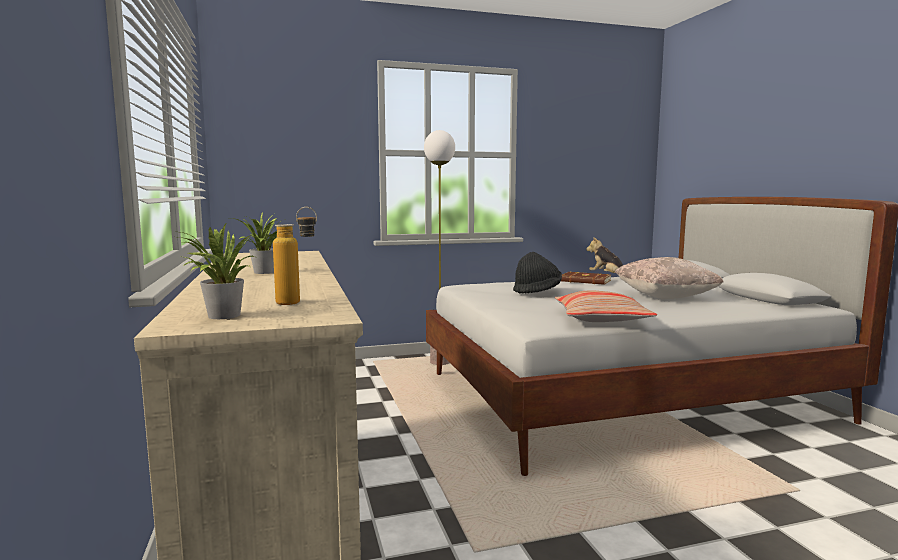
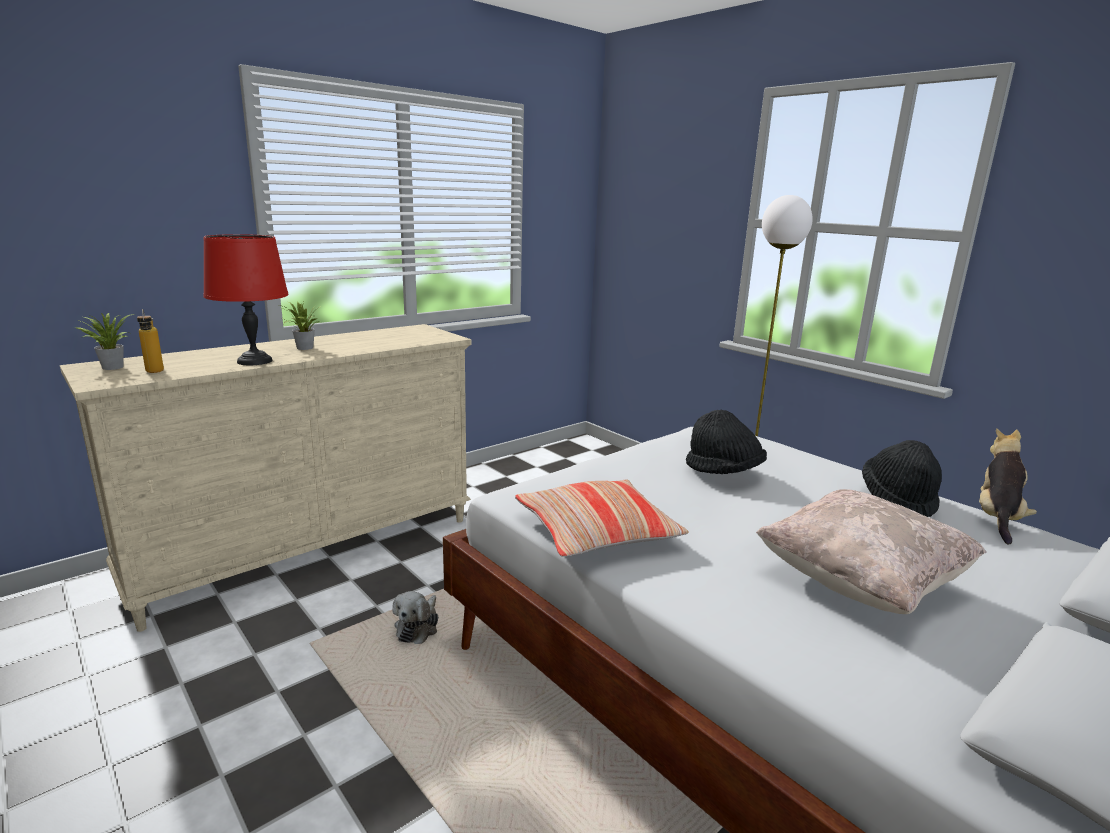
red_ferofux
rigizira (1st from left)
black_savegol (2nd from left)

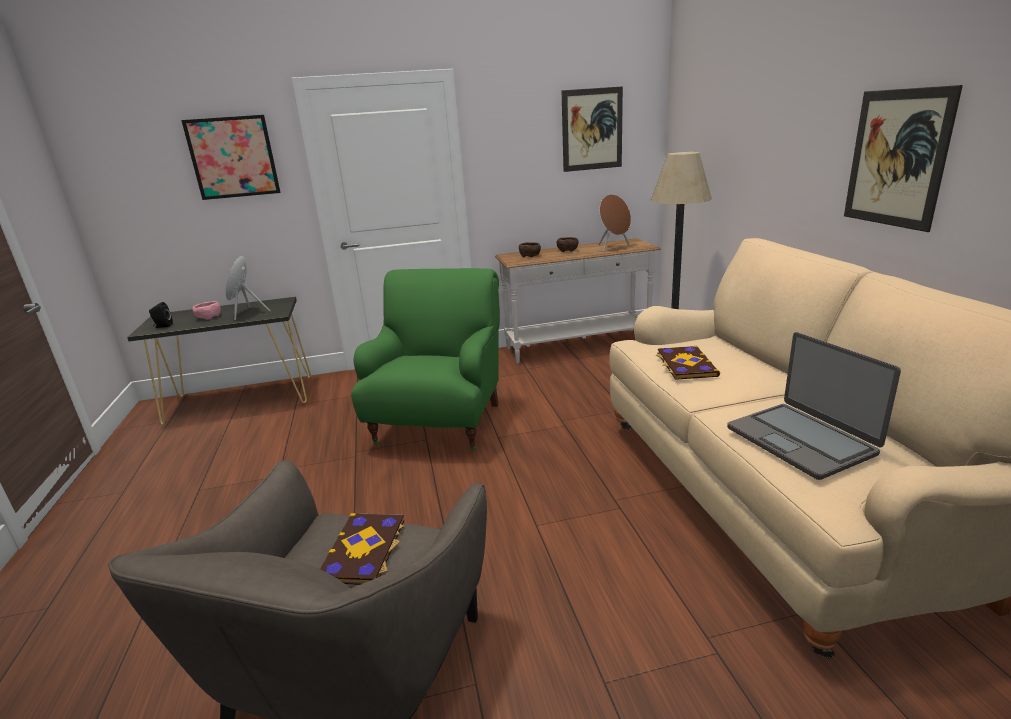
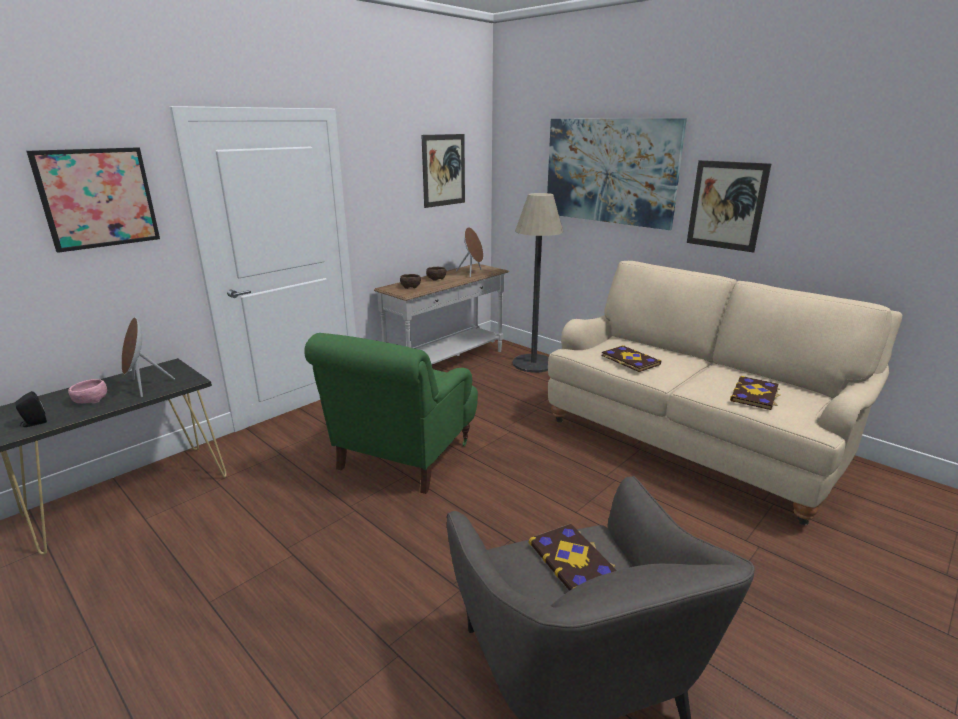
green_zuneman
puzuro (3rd from left)
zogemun (3rd from left)

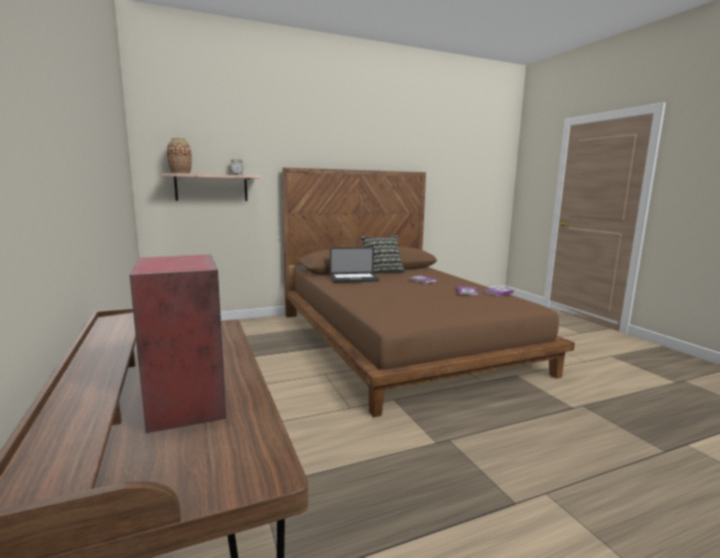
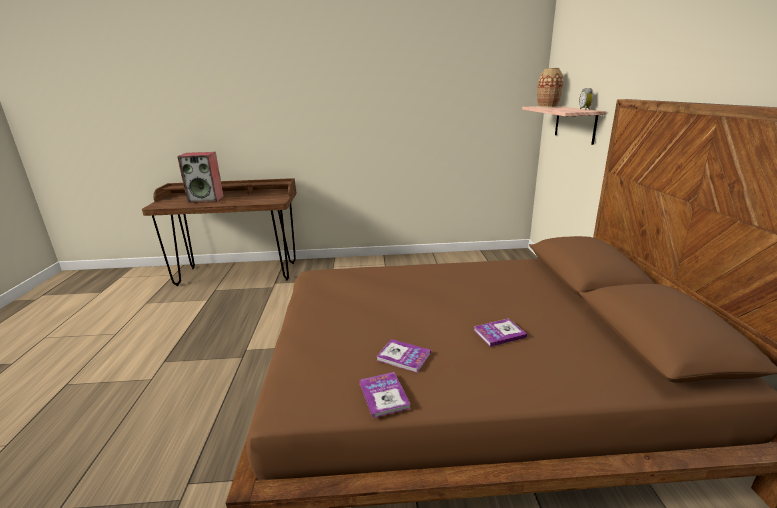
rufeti
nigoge

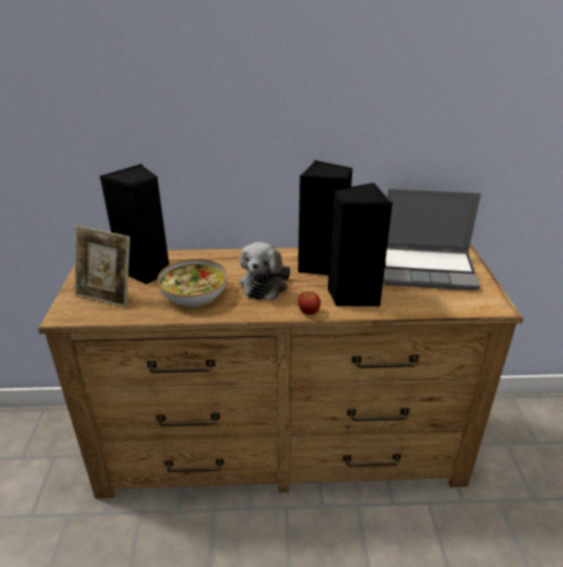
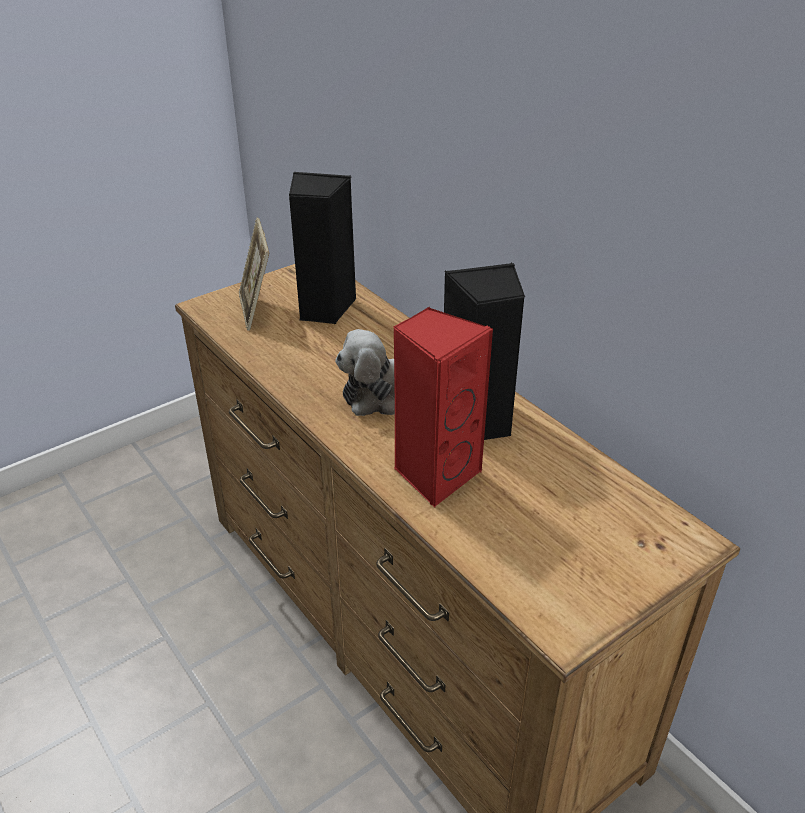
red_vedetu
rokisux
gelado
rufeti

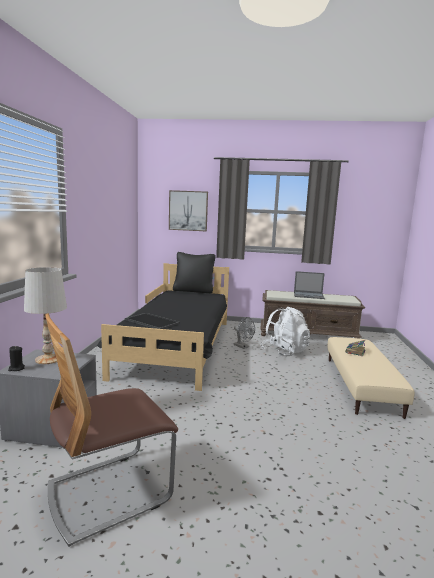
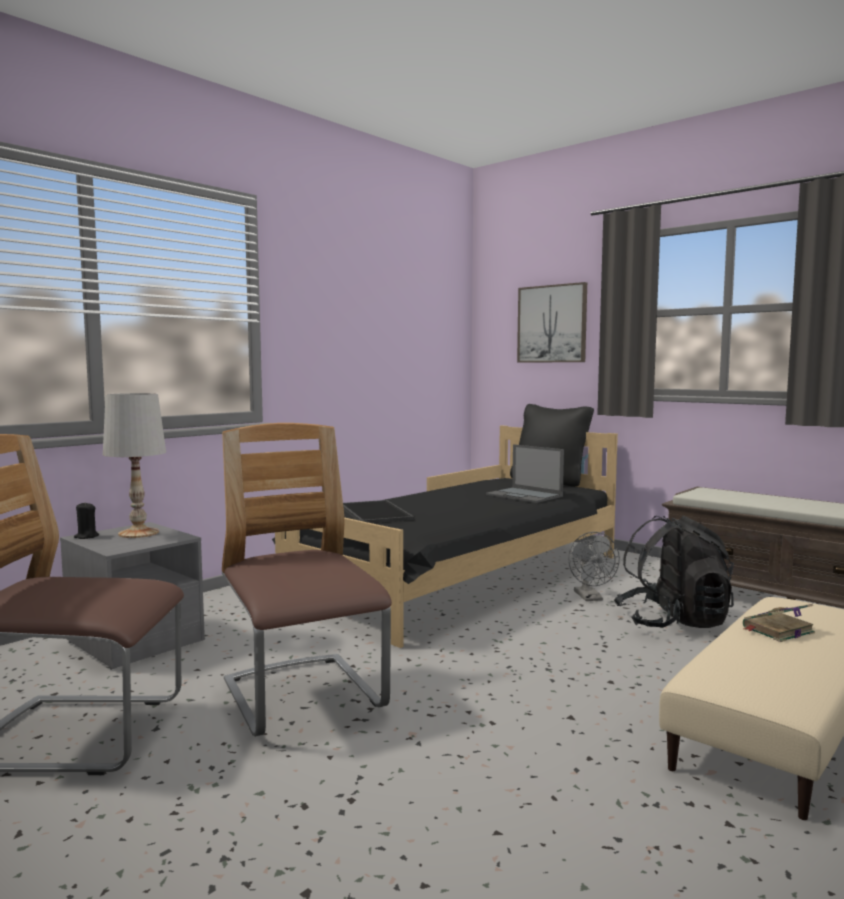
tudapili (2nd from left)
rufeti
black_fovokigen

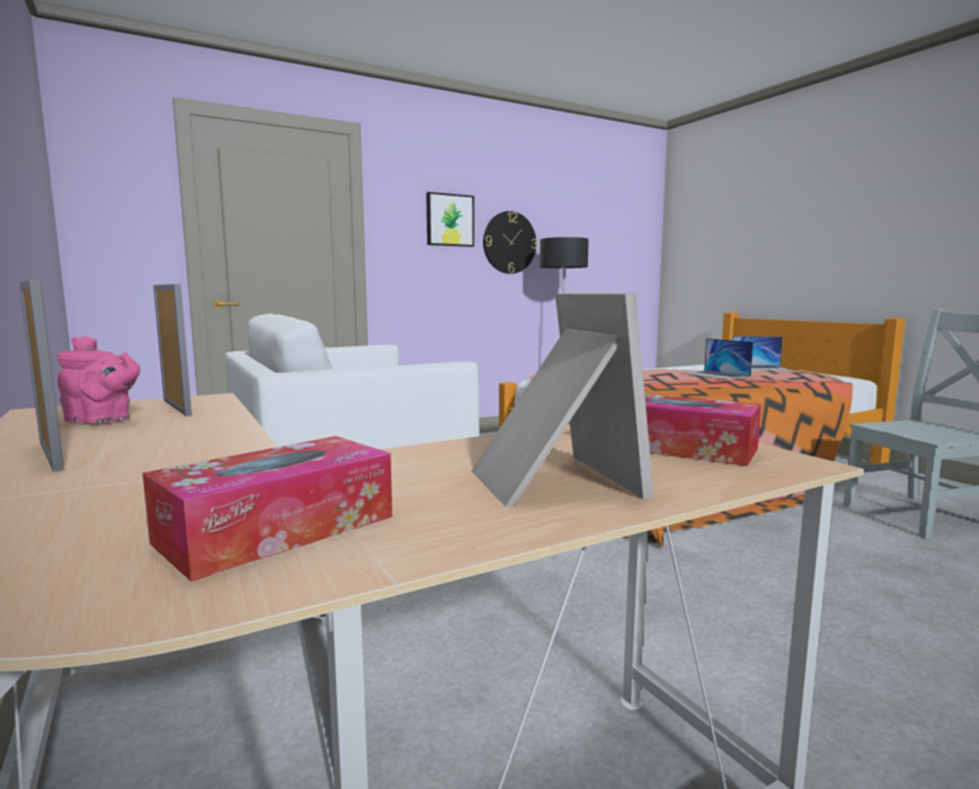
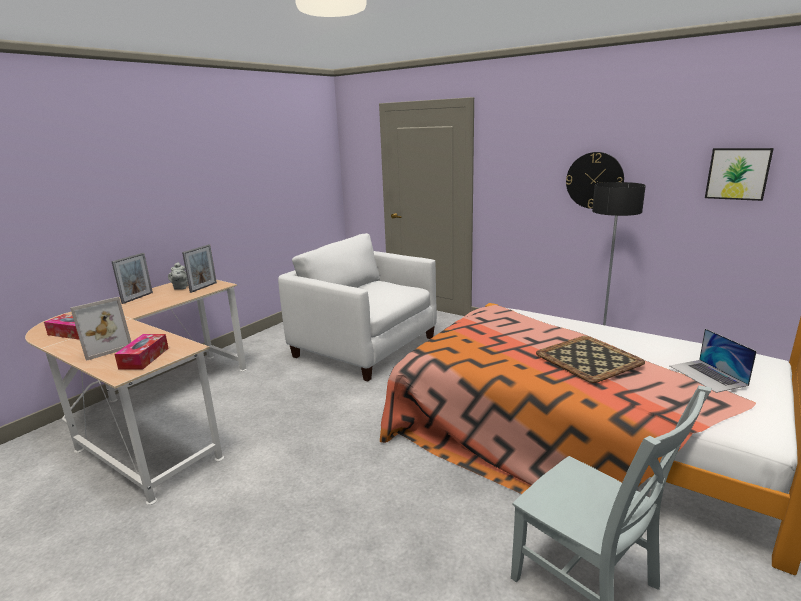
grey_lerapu
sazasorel
puzuro

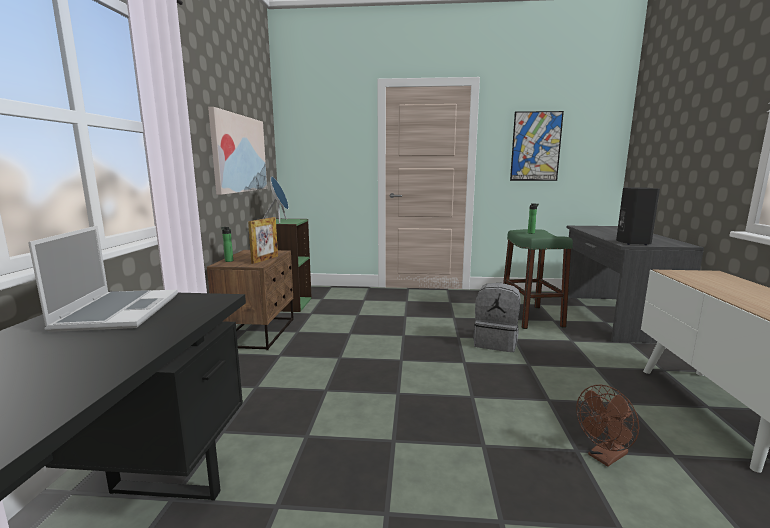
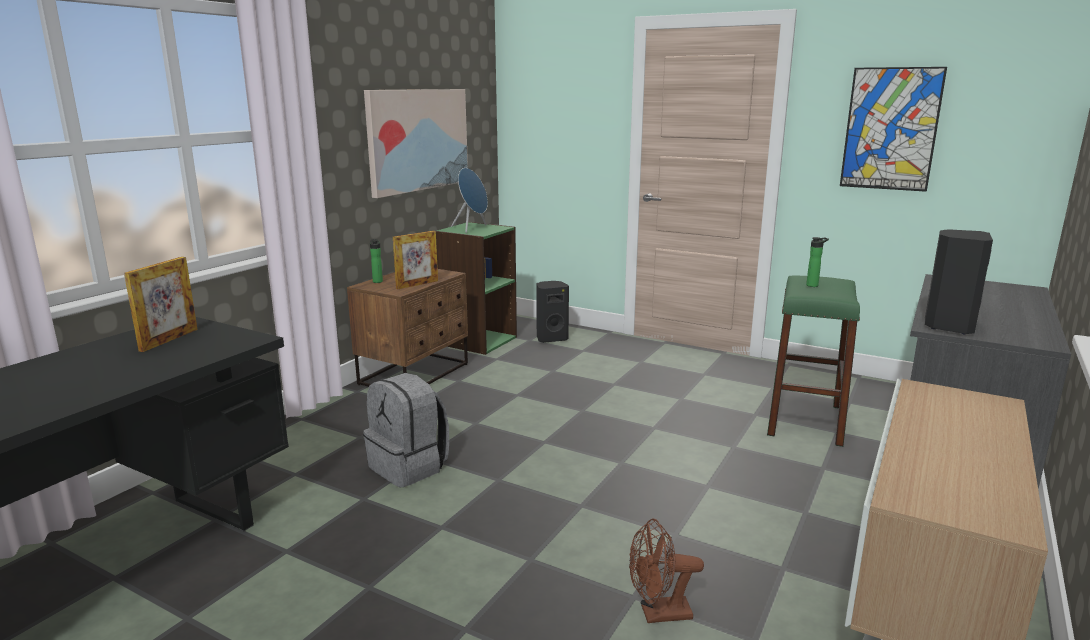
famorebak (1st from left)
grey_fovokigen
black_vedetu (1st from left)

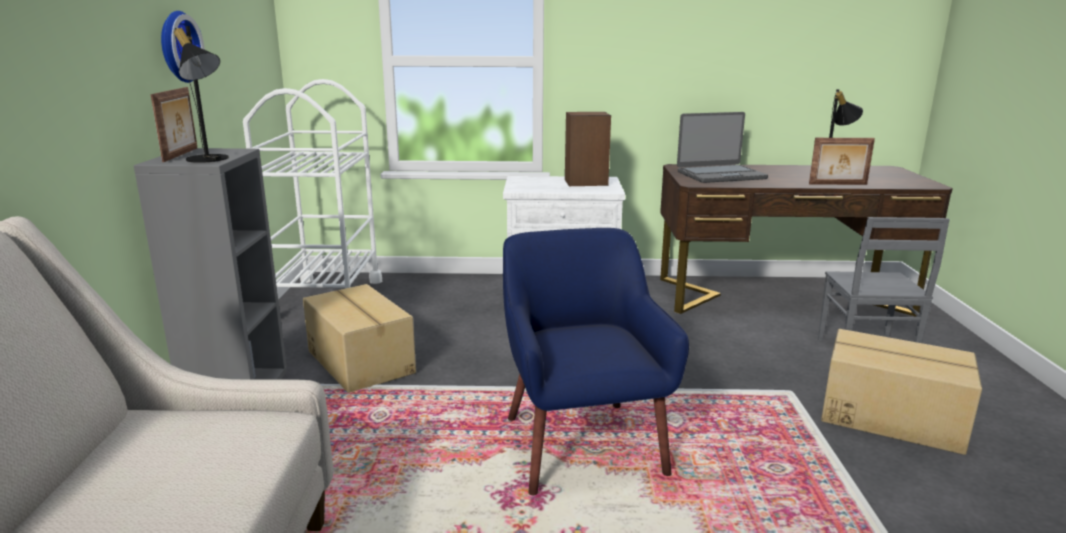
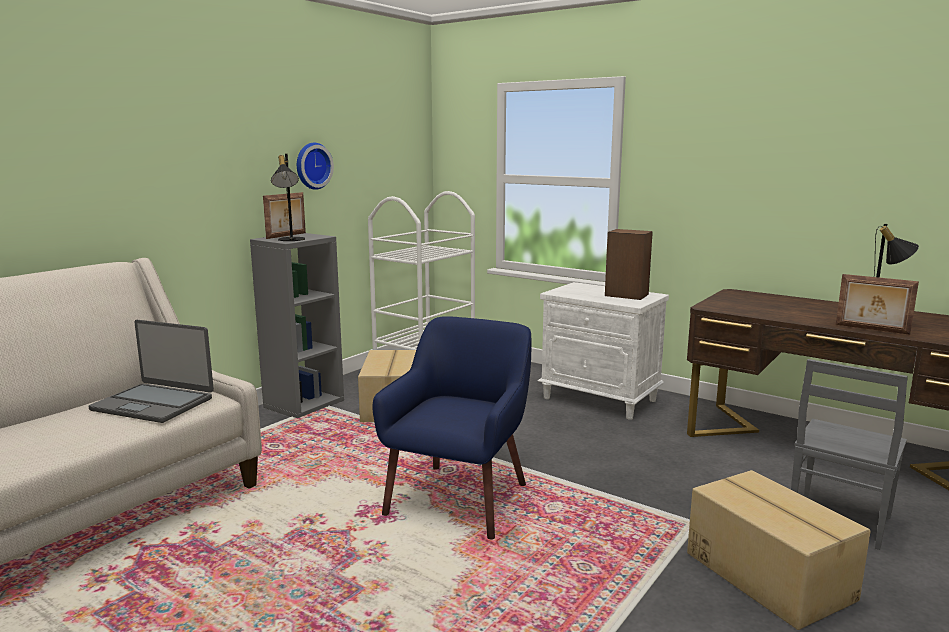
rufeti

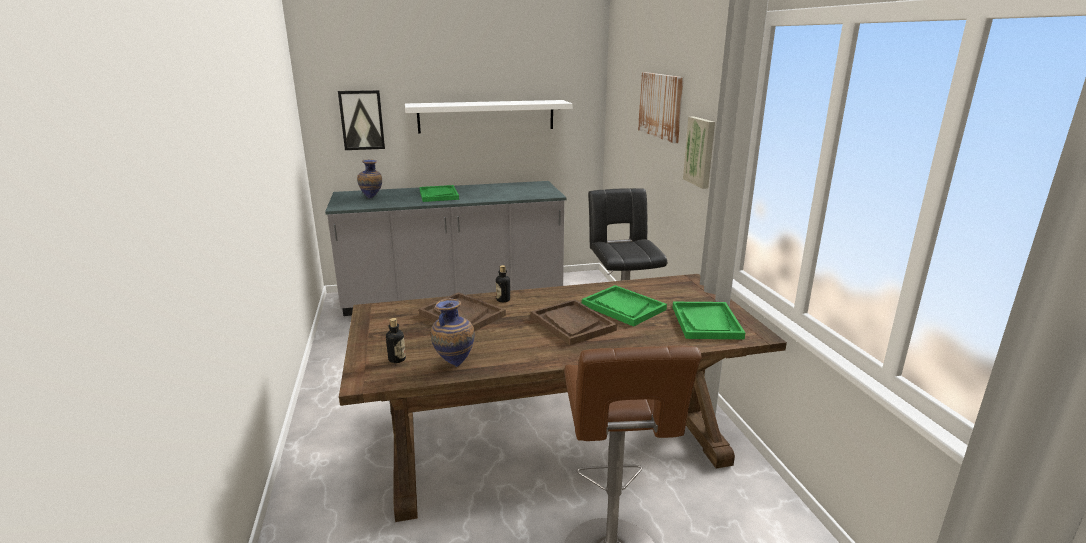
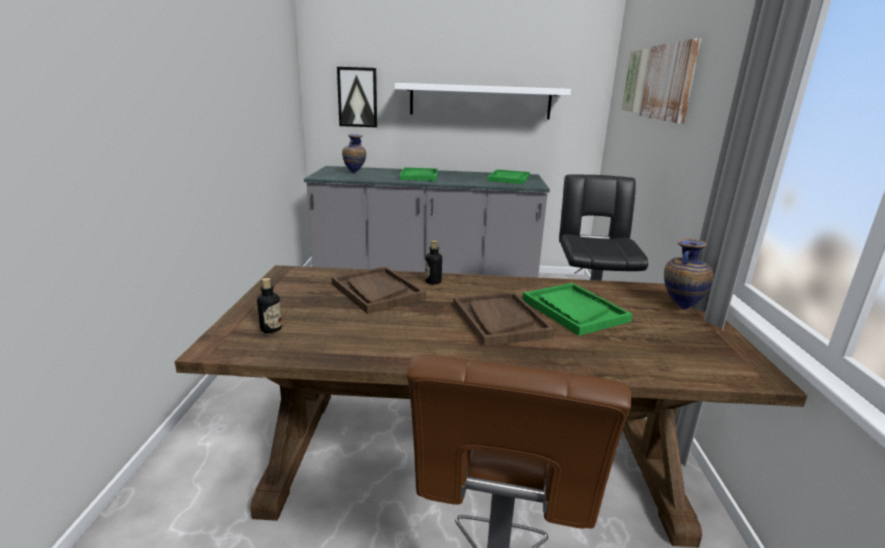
green_sazasorel (2nd from left)
puzuro (2nd from left)
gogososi (2nd from left)

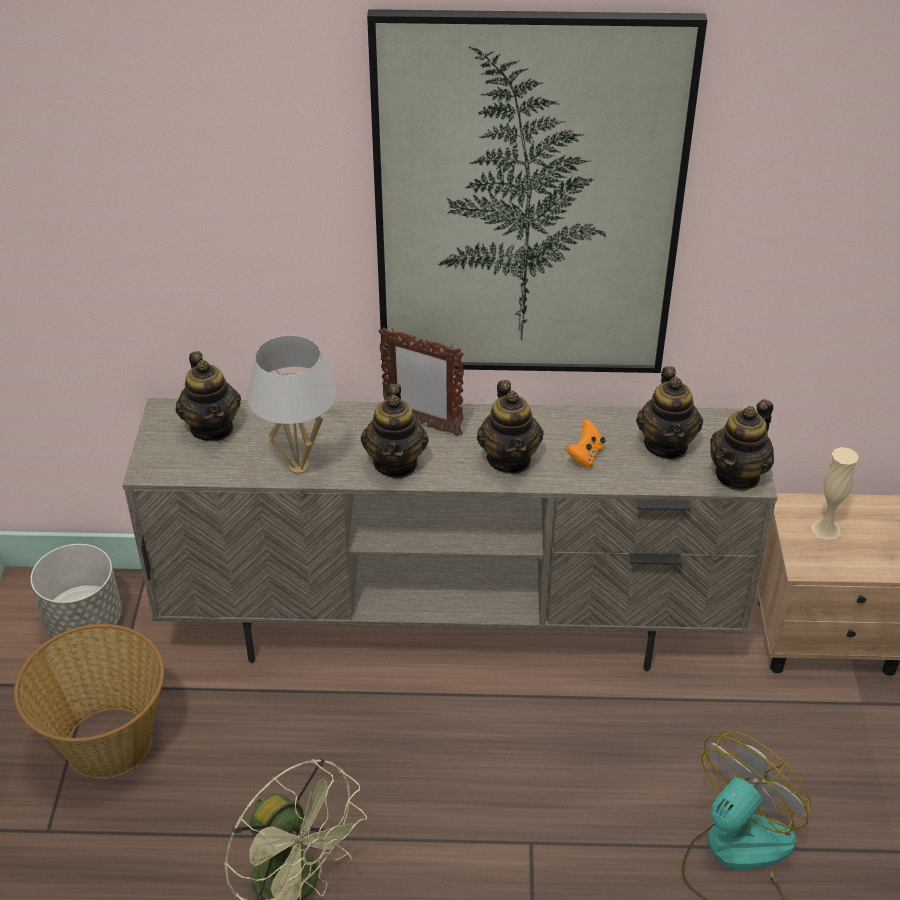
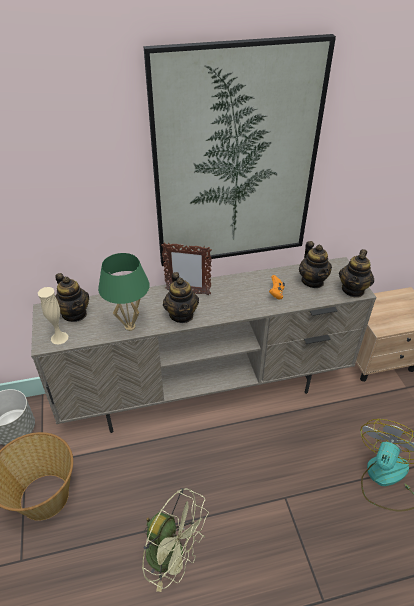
beige_gogososi
green_ferofux
lerapu (3rd from left in the first image)

